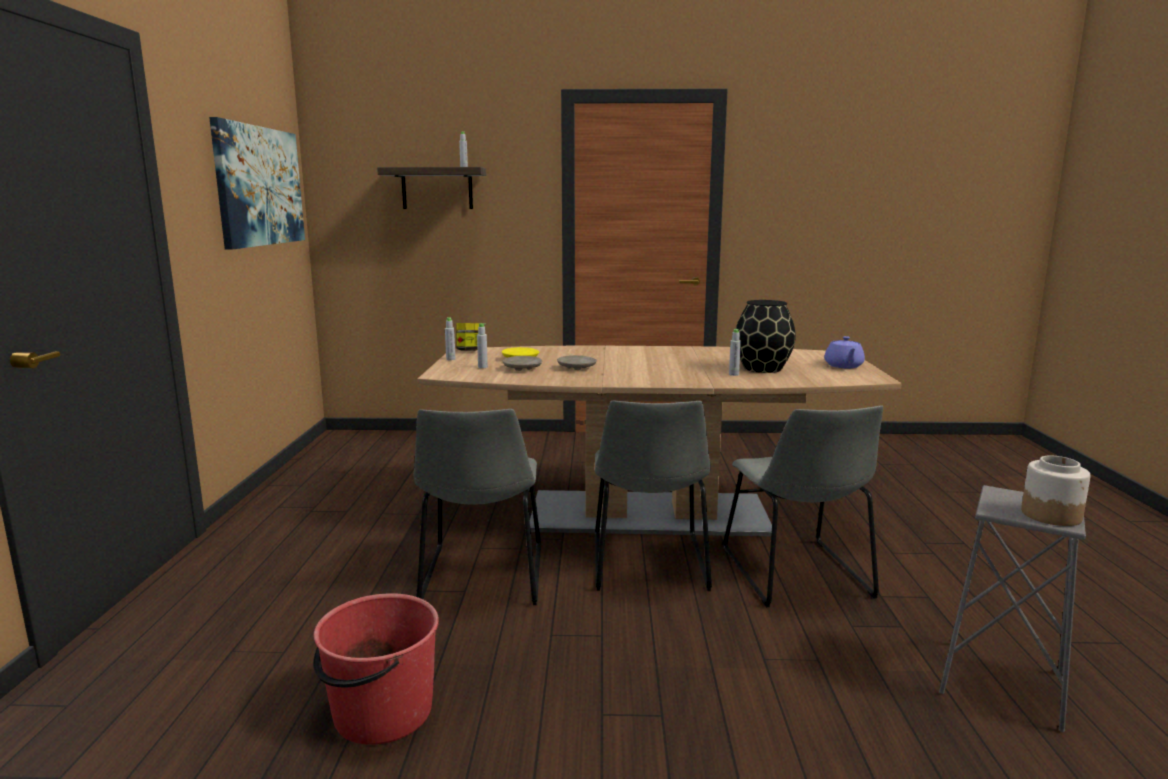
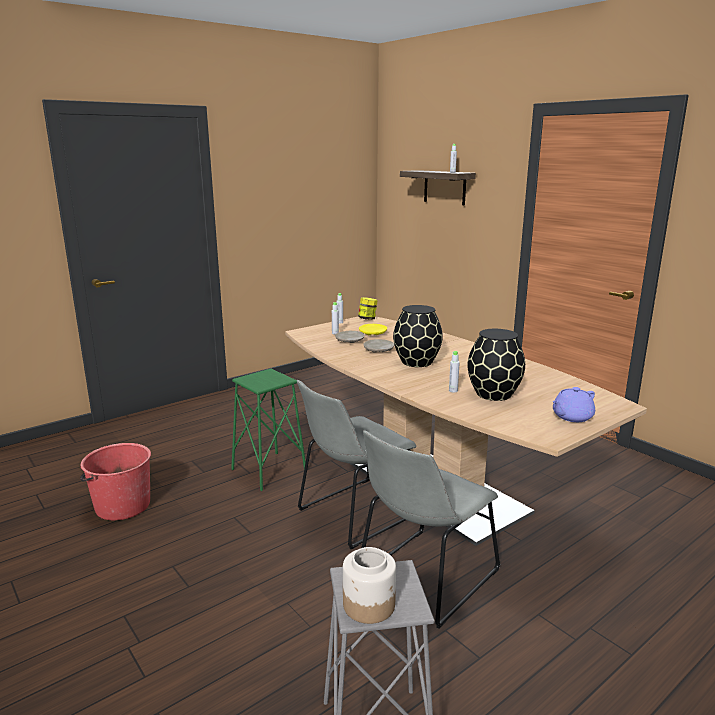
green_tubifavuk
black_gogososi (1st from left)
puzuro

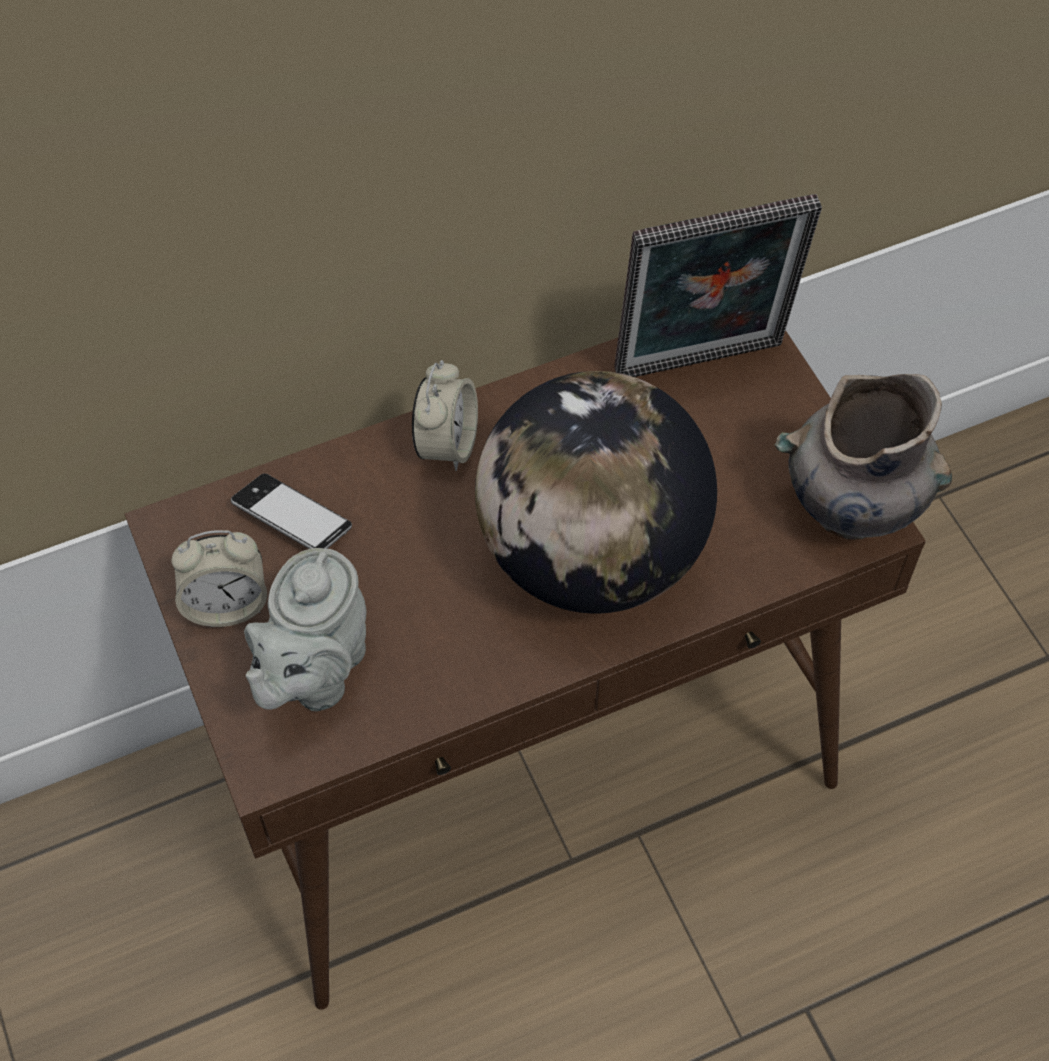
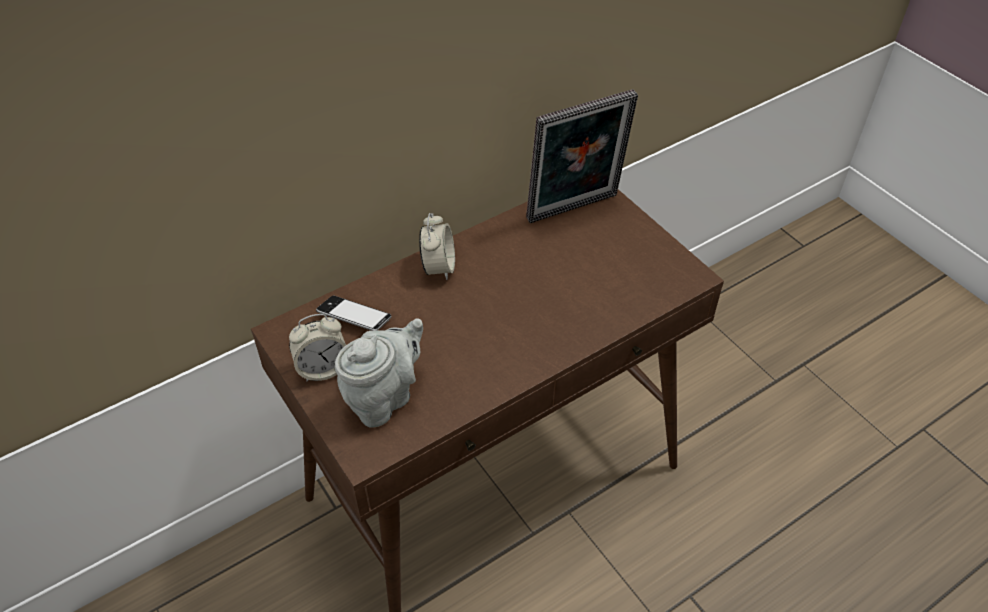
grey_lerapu
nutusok
grey_gogososi

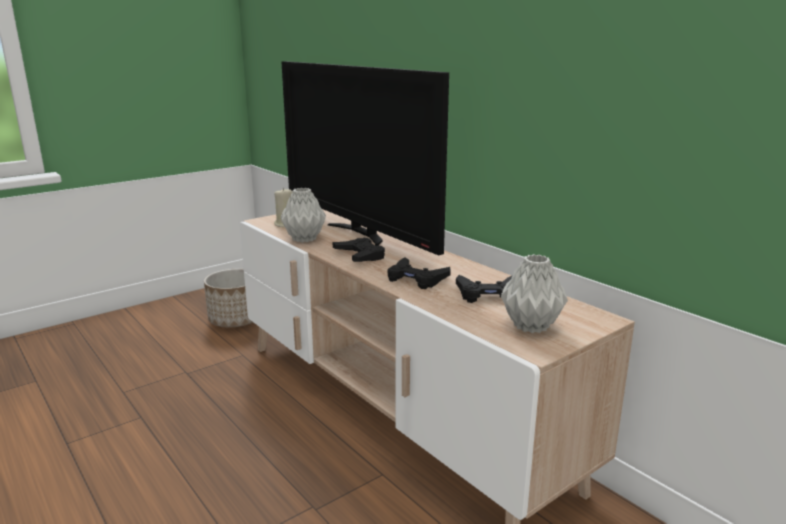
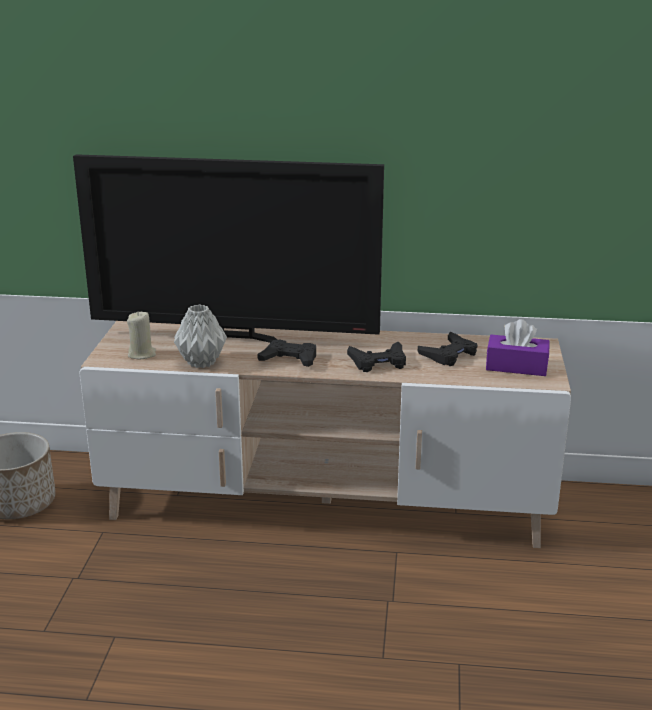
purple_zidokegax

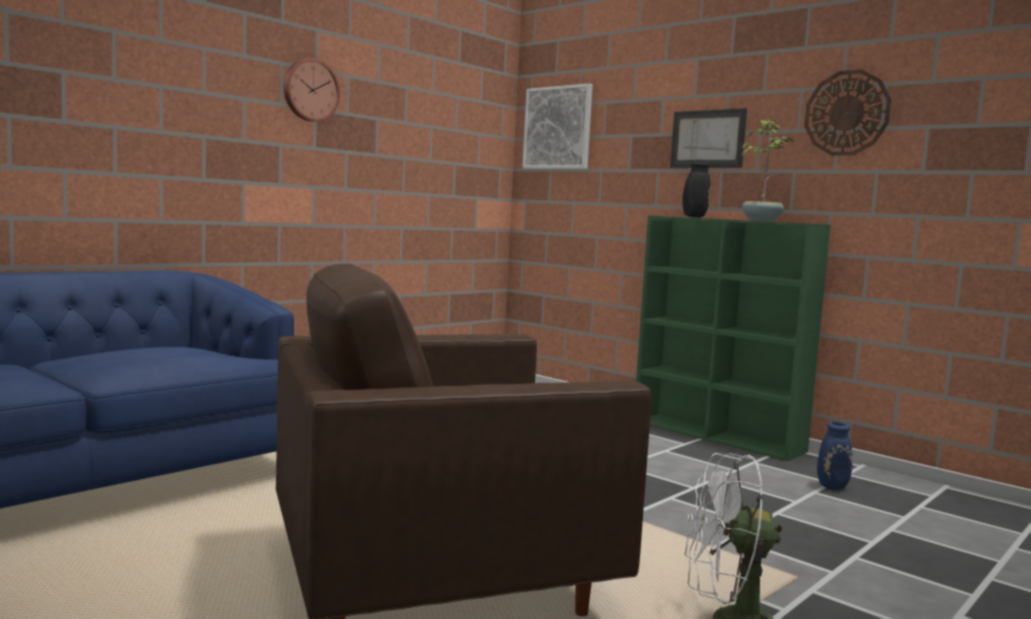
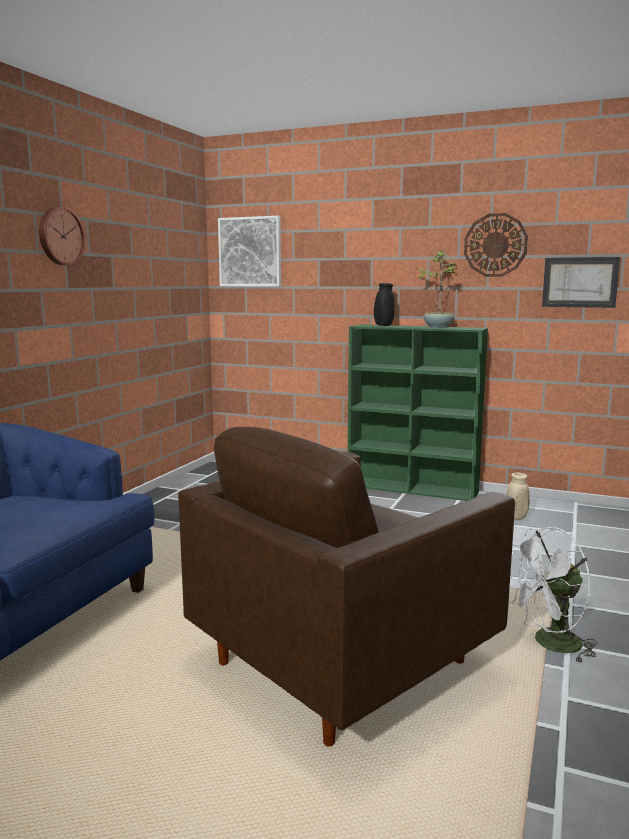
beige_gogososi
puzuro (2nd from left)

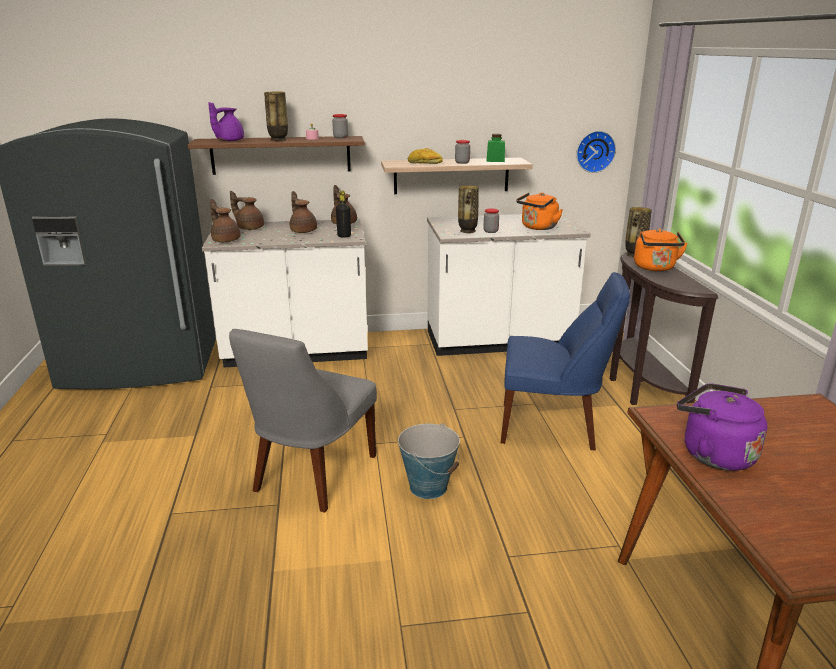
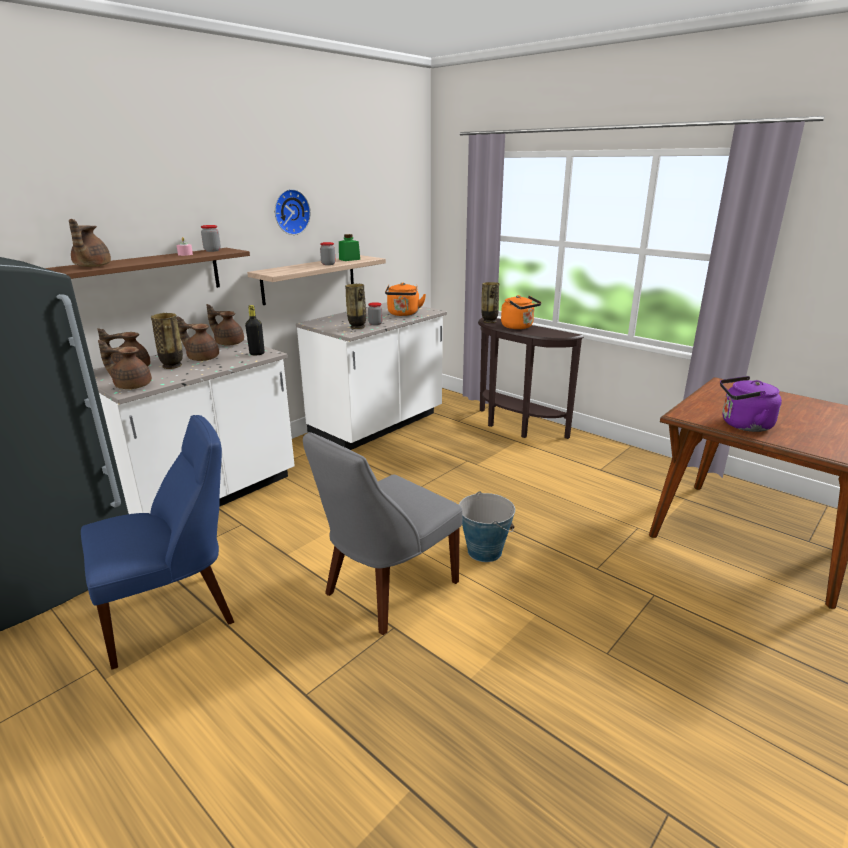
brown_lerapu (1st from left)
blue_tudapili
gogososi (1st from left)
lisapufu
grey_tudapili
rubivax

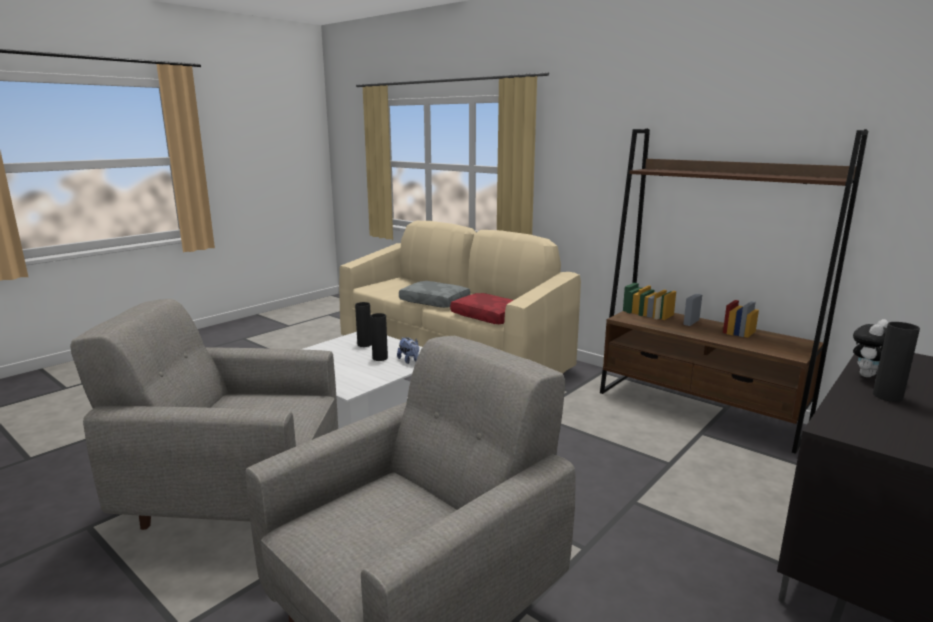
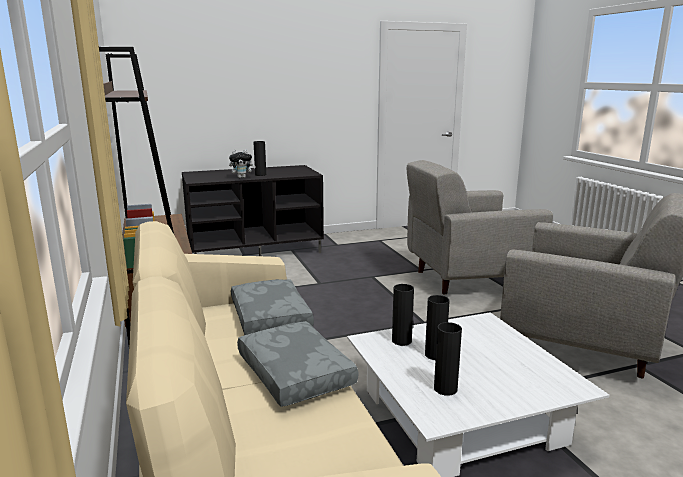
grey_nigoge (1st from left)
black_gogososi (2nd from left)

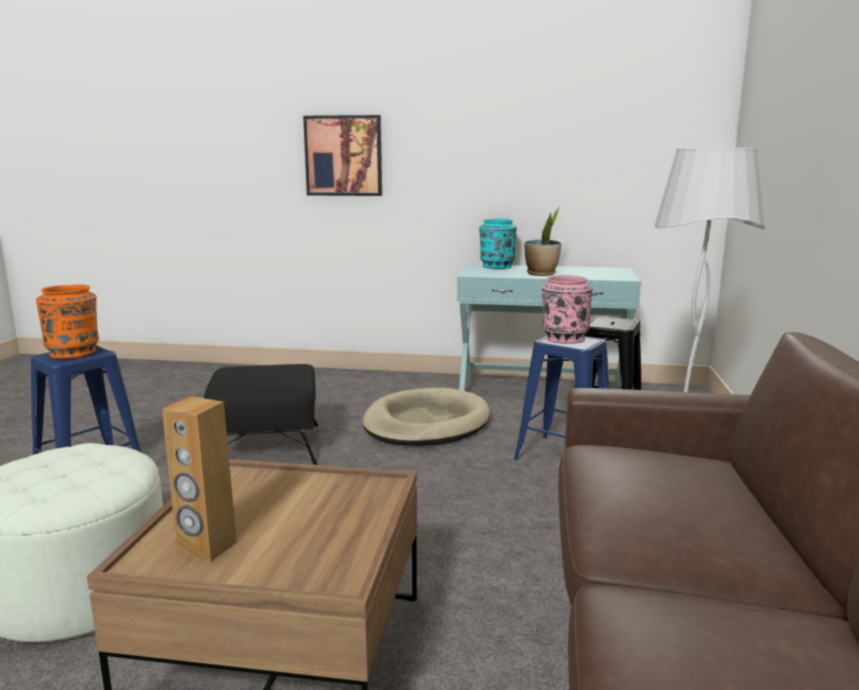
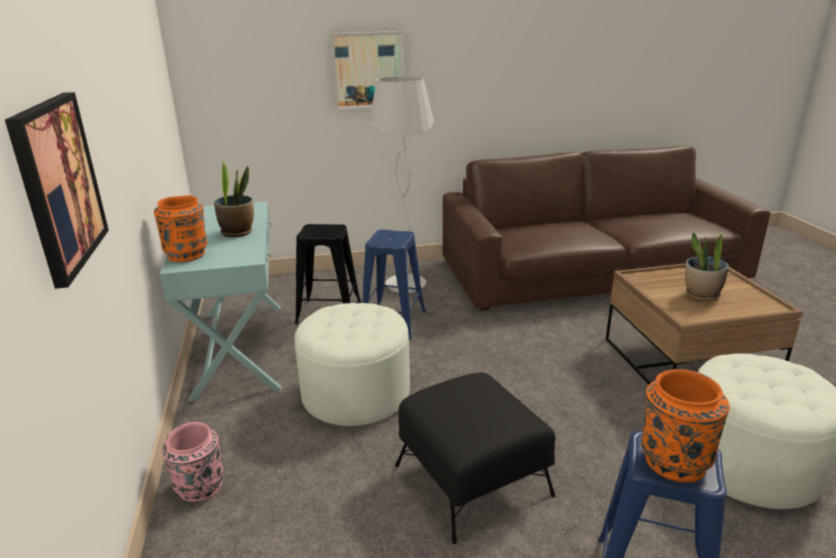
orange_gogososi (1st from left)
pink_gogososi
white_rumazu (1st from left)
puzuro (2nd from left)
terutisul (2nd from left)
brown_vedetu

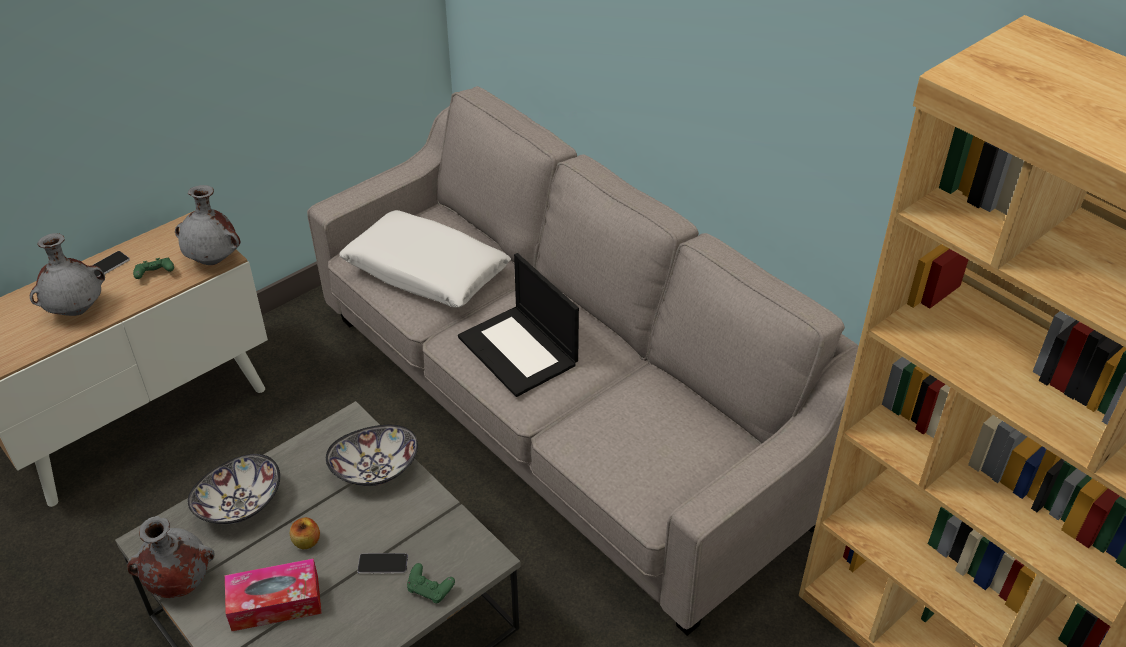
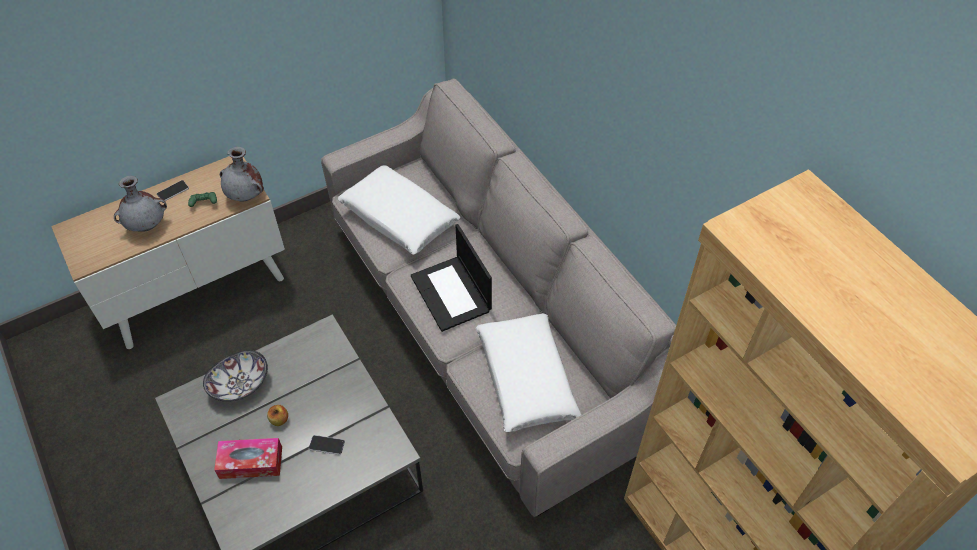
white_nigoge (2nd from left)
grey_gogososi (2nd from left in the first image)
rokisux (2nd from left in the first image)
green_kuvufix (2nd from left in the first image)

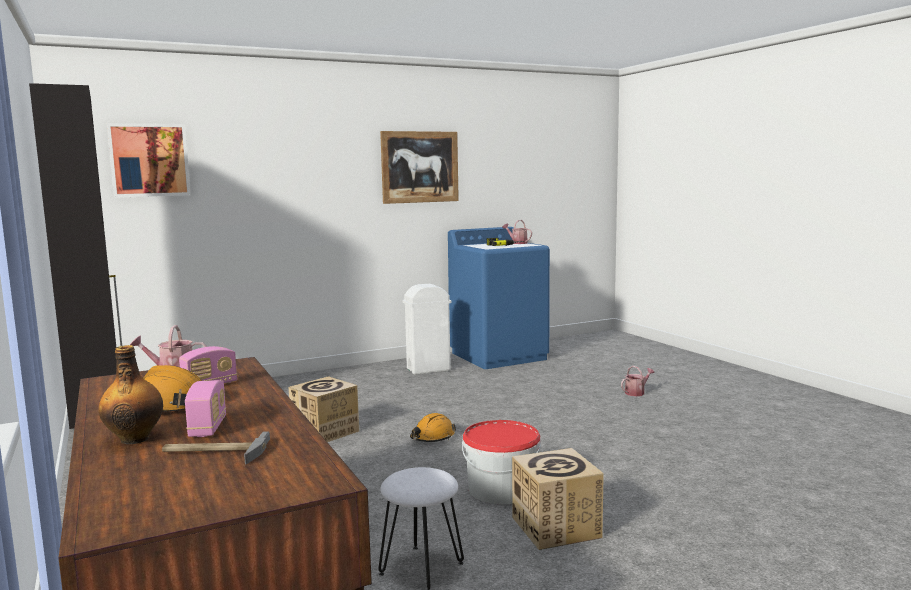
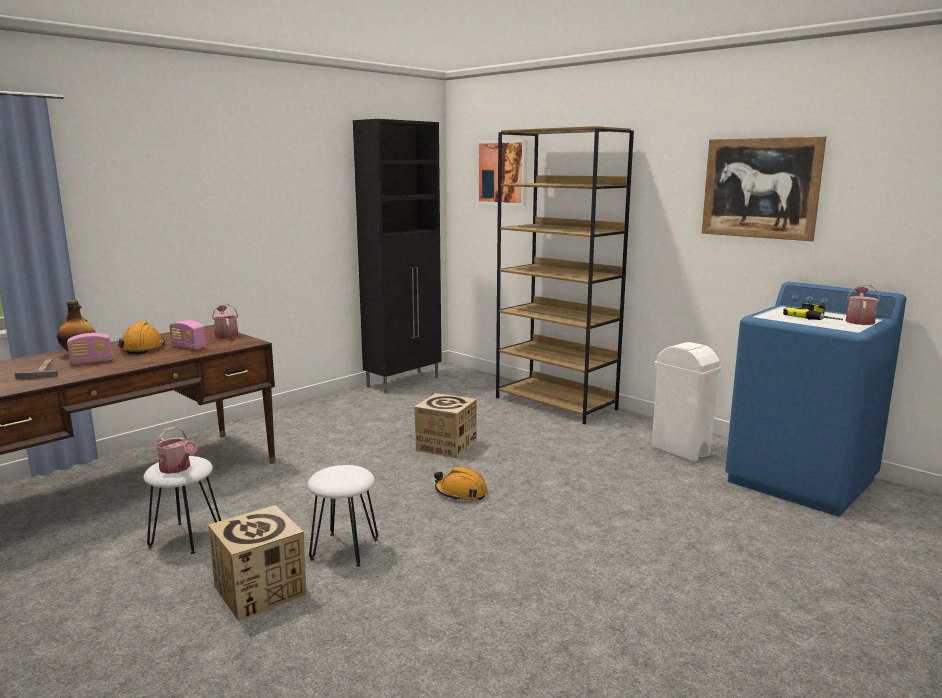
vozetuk (1st from left)
white_tubifavuk (2nd from left)
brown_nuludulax

